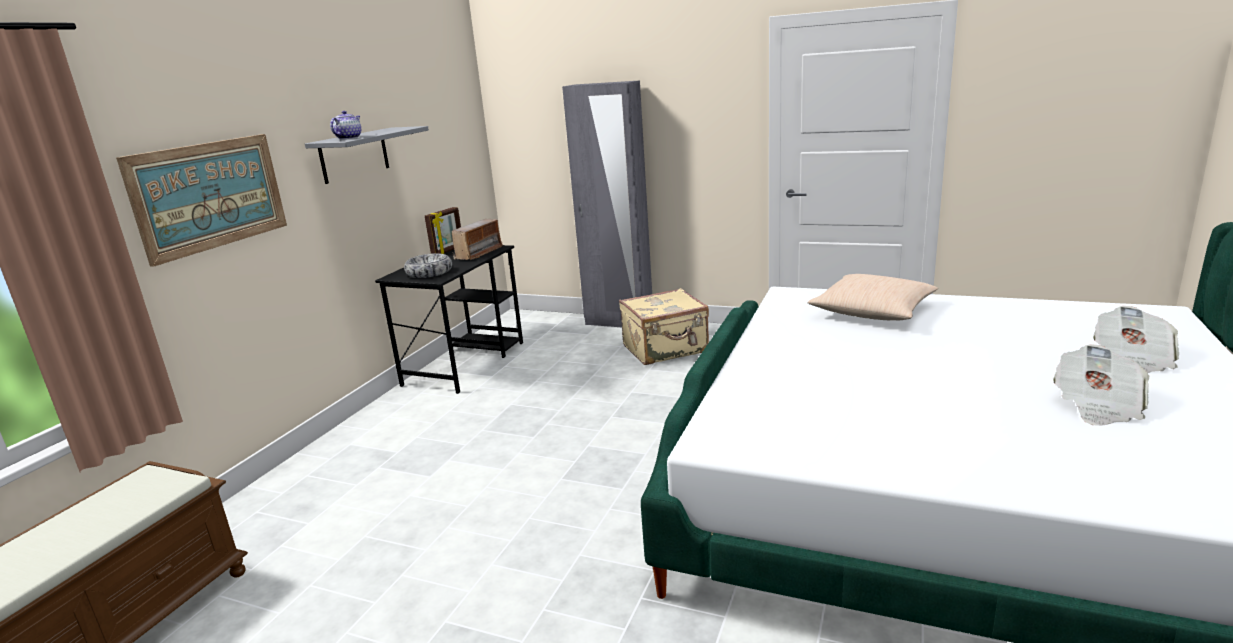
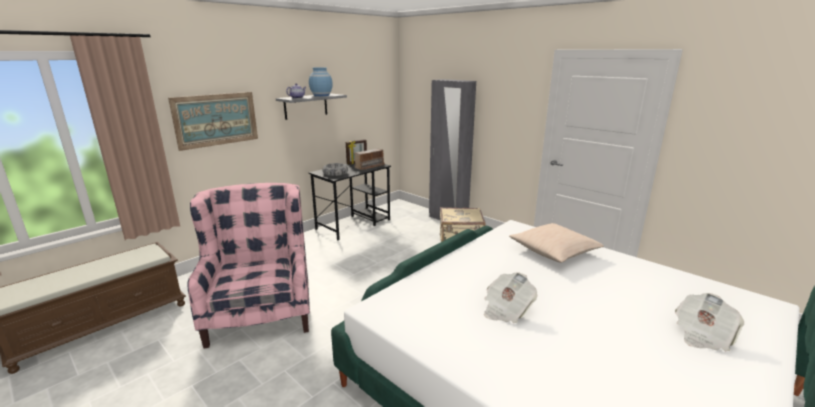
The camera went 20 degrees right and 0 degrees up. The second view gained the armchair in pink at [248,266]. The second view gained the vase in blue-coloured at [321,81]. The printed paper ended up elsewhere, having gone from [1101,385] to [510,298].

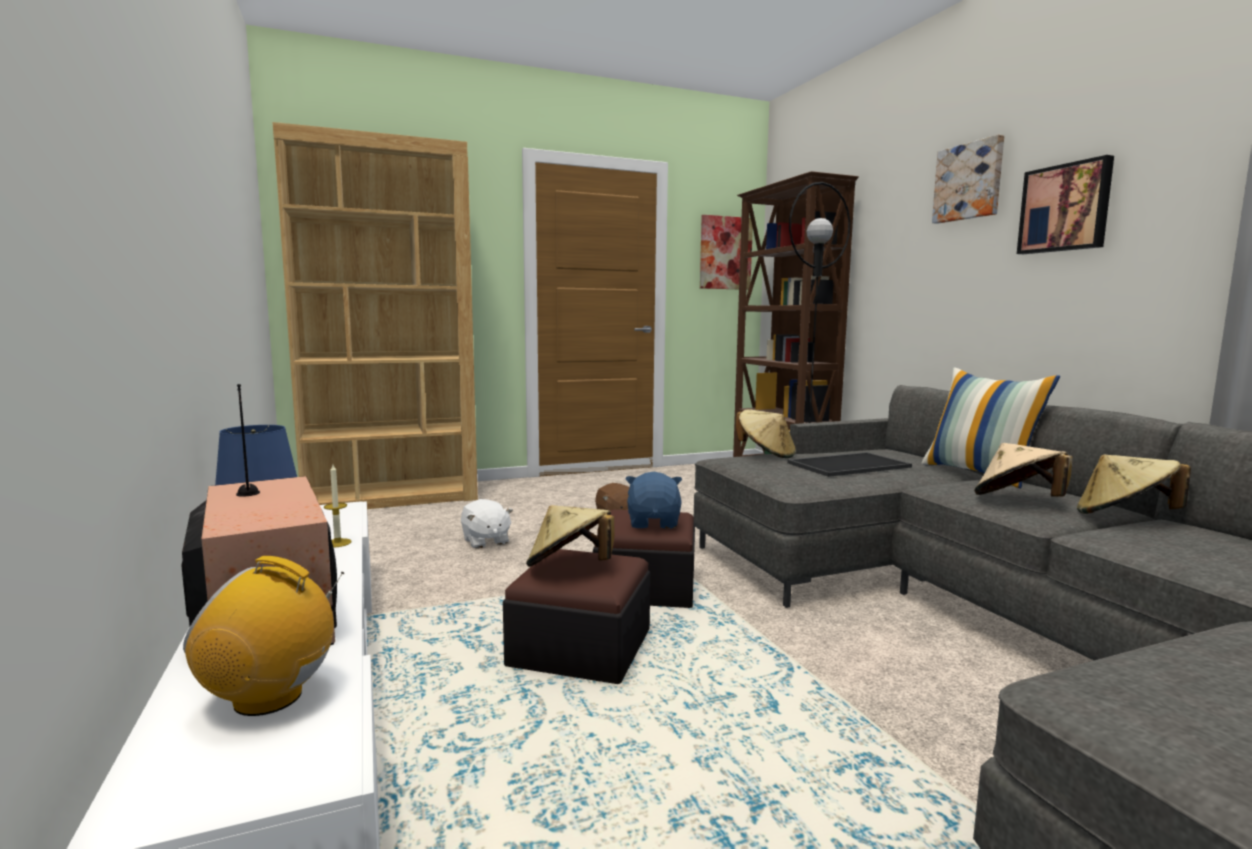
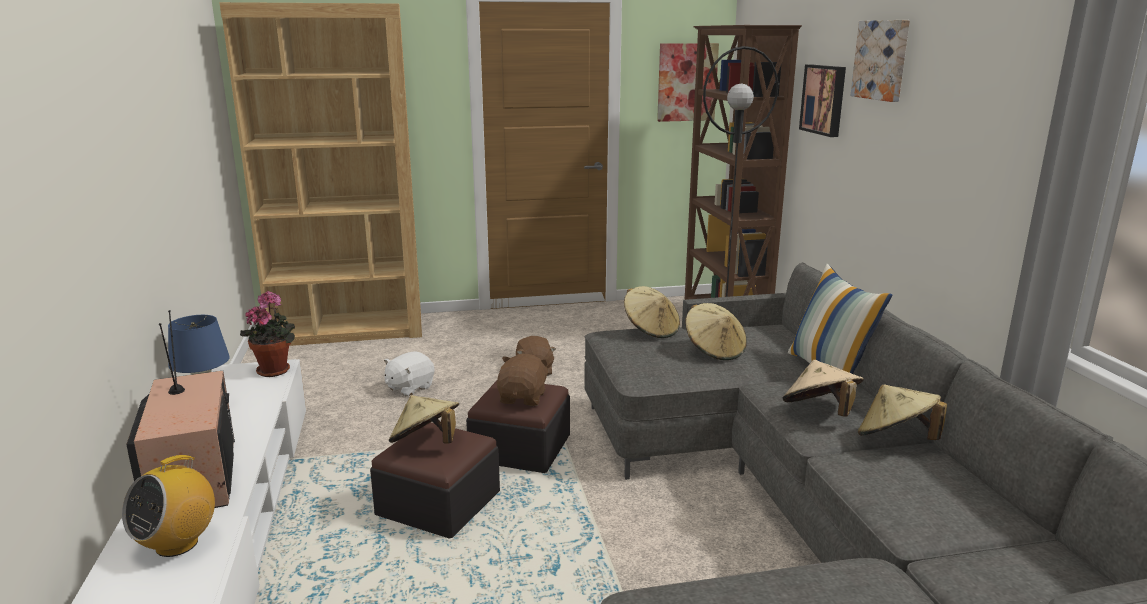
The camera went 10 degrees right and 10 degrees up. The second view lost the wax light at [337,506]. The second view gained the potted plant at [267,334]. The wall picture ended up elsewhere, having gone from [1065,204] to [822,101]. Where the serving tray stood at [849,464], the wearable hat in beige-coloured came to stand at [716,331]. What was the soft toy in blue-coloured at [653,500] turned into the soft toy in brown-coloured at [523,380]. The radio at [263,636] ended up facing another way, 75 degrees counterclockwise from before. The soft toy in whitish at [487,524] ended up facing another way, 60 degrees clockwise from before.

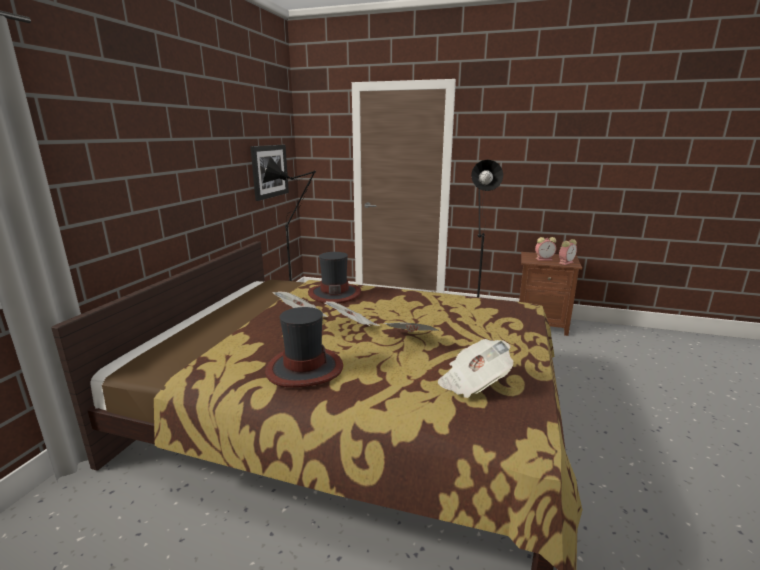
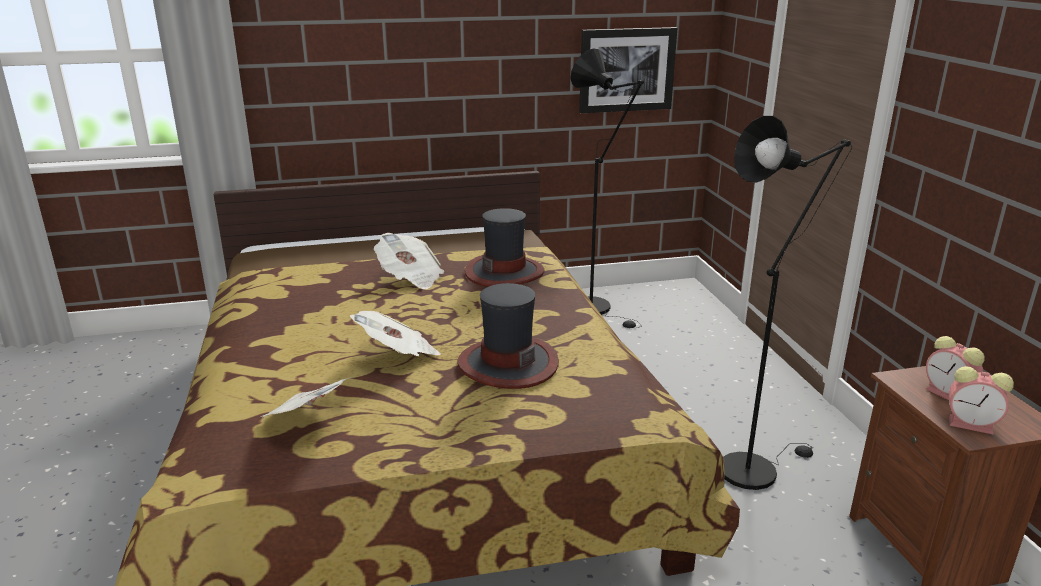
The camera went 60 degrees right and 5 degrees up. The second view lost the printed paper at [352,313]. The wearable hat ended up elsewhere, having gone from [304,347] to [508,336].

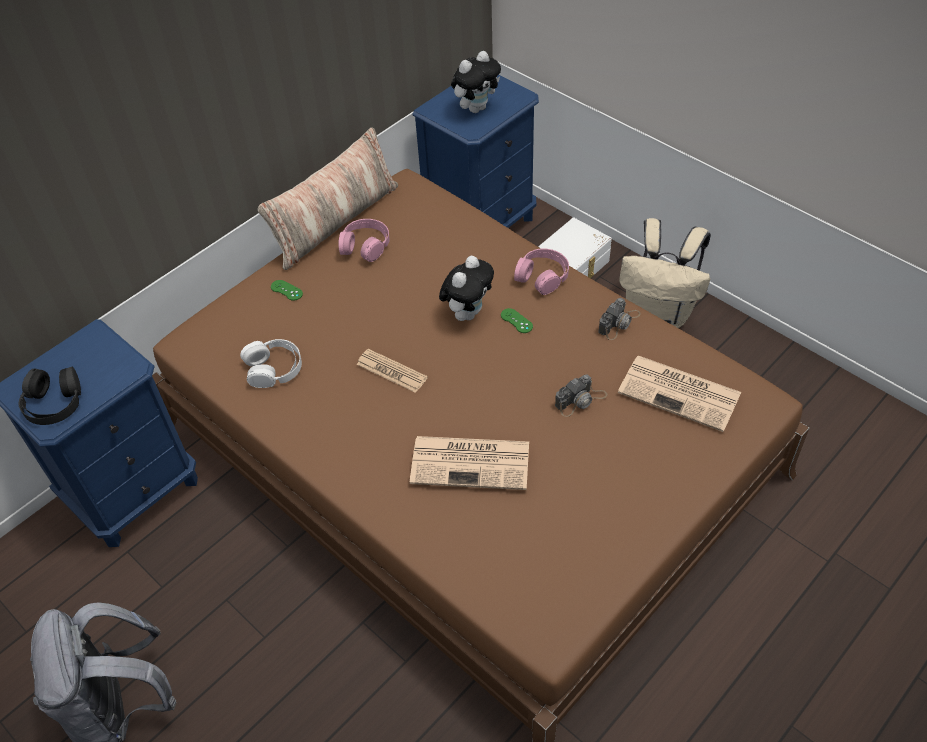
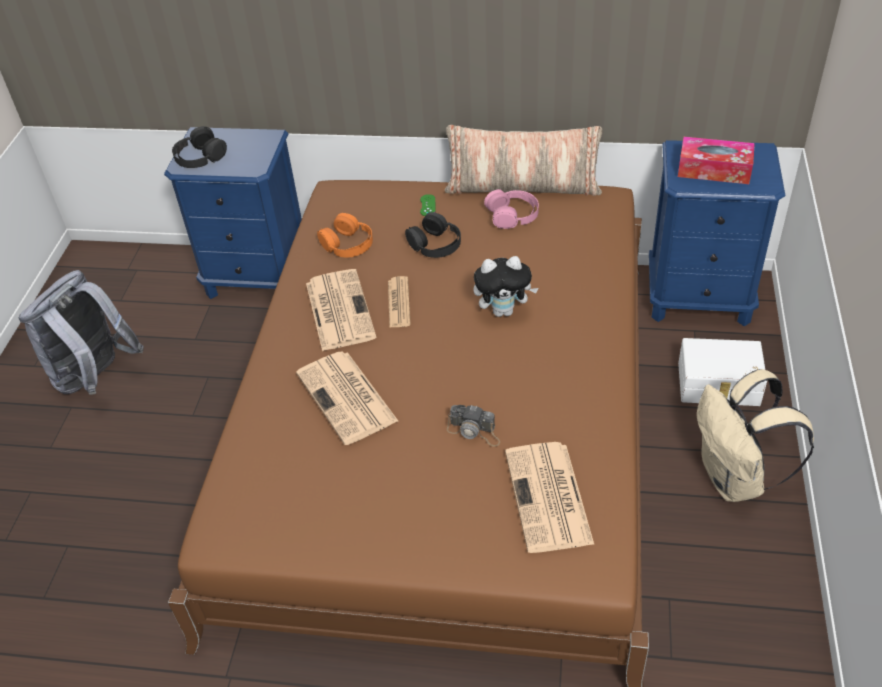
The camera went 55 degrees right and 5 degrees down. The second view lost the game controller in green-coloured at [517,320]. The second view lost the headphones in pink at [541,271]. The second view lost the photo camera at [619,319]. The second view gained the printed paper at [341,310]. The second view gained the headphones in black-coloured at [433,235]. Where the soft toy stood at [476,82], the tissue box came to stand at [716,160]. What was the headphones in whitish at [271,363] turned into the headphones in orange at [345,235].

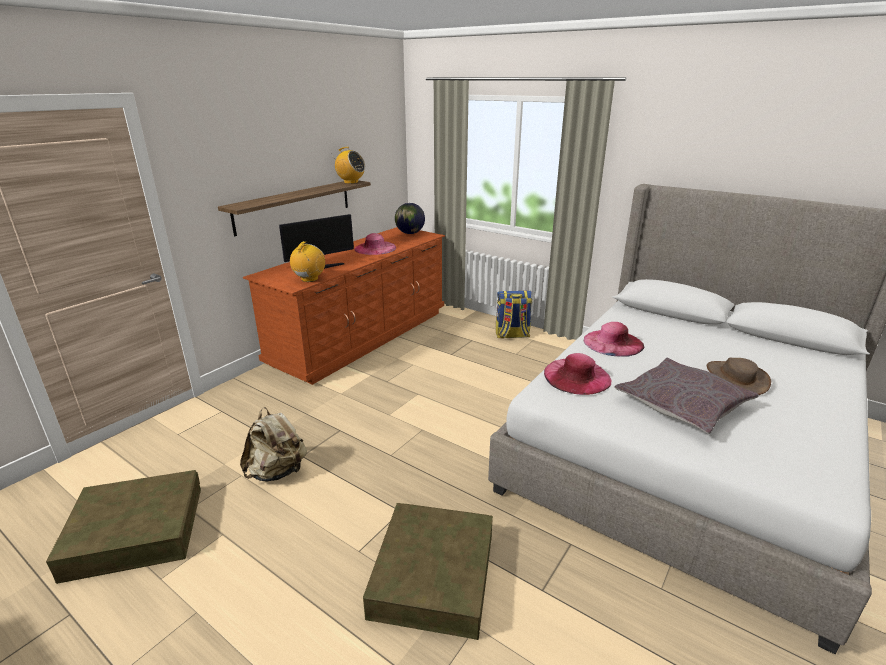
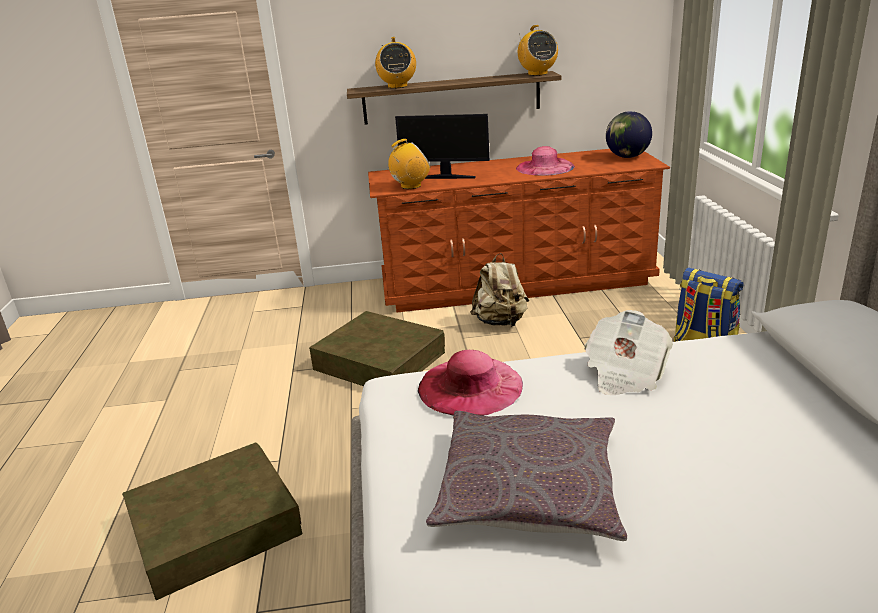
The camera went 50 degrees right and 0 degrees up. The second view lost the wearable hat in brown-coloured at [739,376]. The second view gained the radio at [395,62]. The storage container in brown-coloured ended up elsewhere, having gone from [123,527] to [377,348]. The knapsack in beige-coloured ended up elsewhere, having gone from [273,444] to [499,290]. Where the wearable hat in pink stood at [614,339], the printed paper came to stand at [628,352].

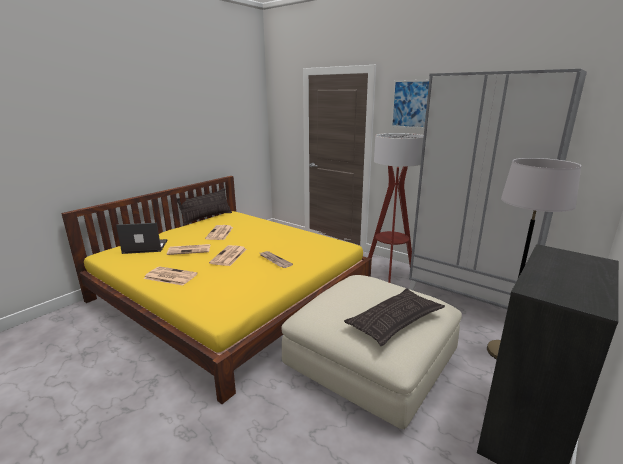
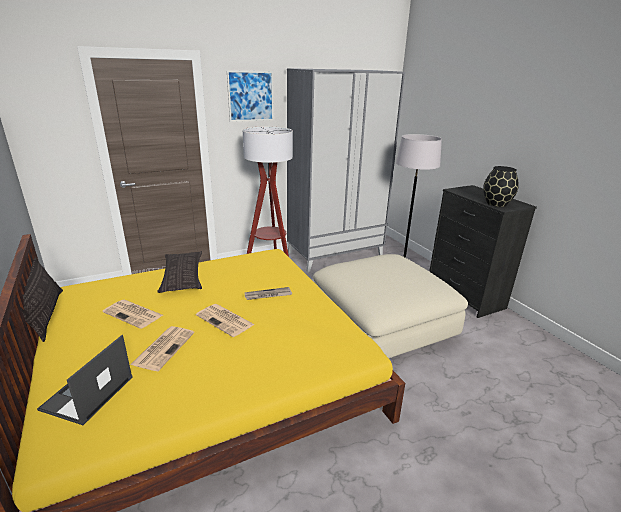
The camera went 65 degrees left and 5 degrees up. The second view lost the printed paper at [171,276]. The second view gained the vase in black-coloured at [501,186]. The pillow ended up elsewhere, having gone from [394,317] to [179,272].

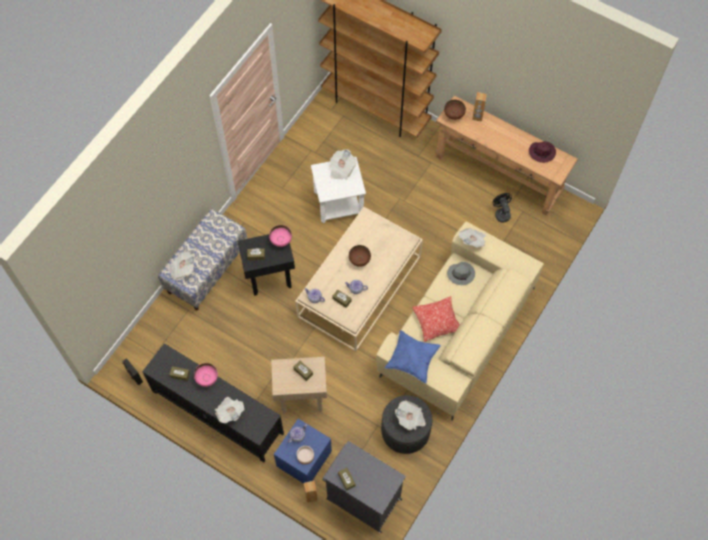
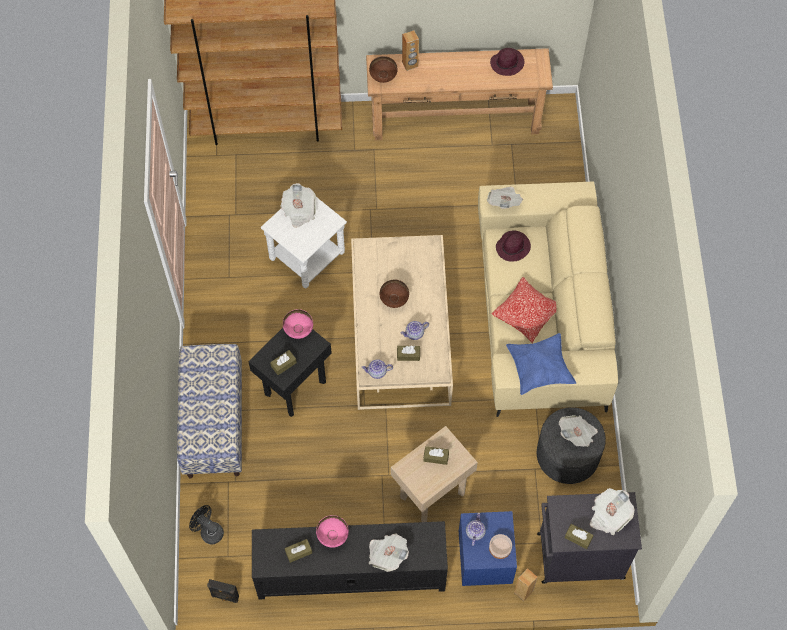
The camera went 35 degrees left and 0 degrees up. The printed paper ended up elsewhere, having gone from [181,265] to [612,511]. The fan in black-coloured ended up elsewhere, having gone from [502,208] to [206,524]. What was the wearable hat in greyish at [461,273] turned into the wearable hat in purplish at [513,246].

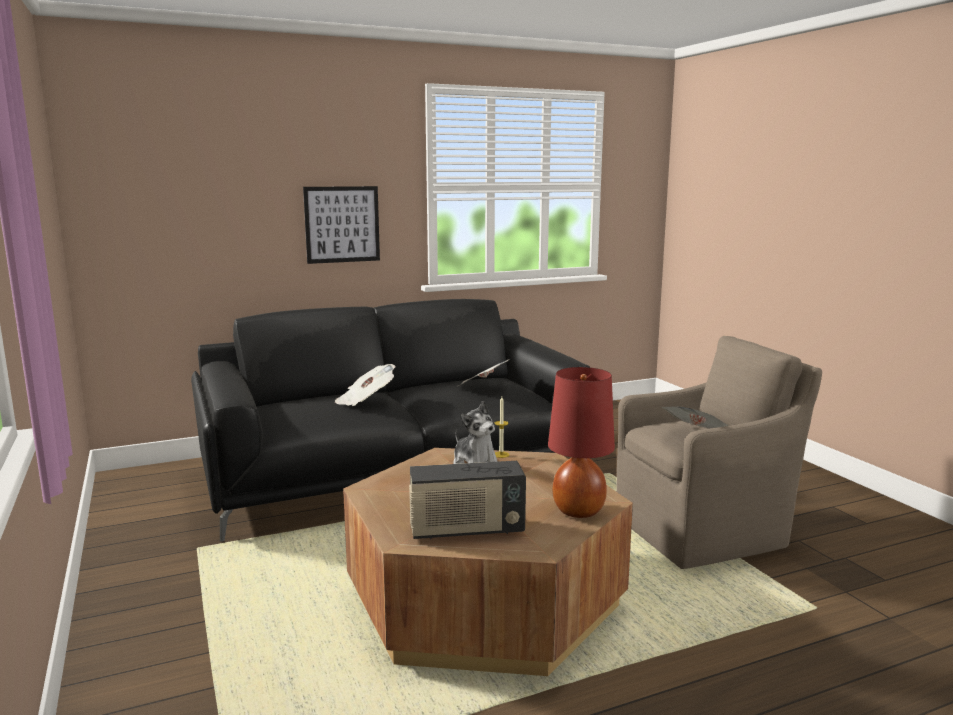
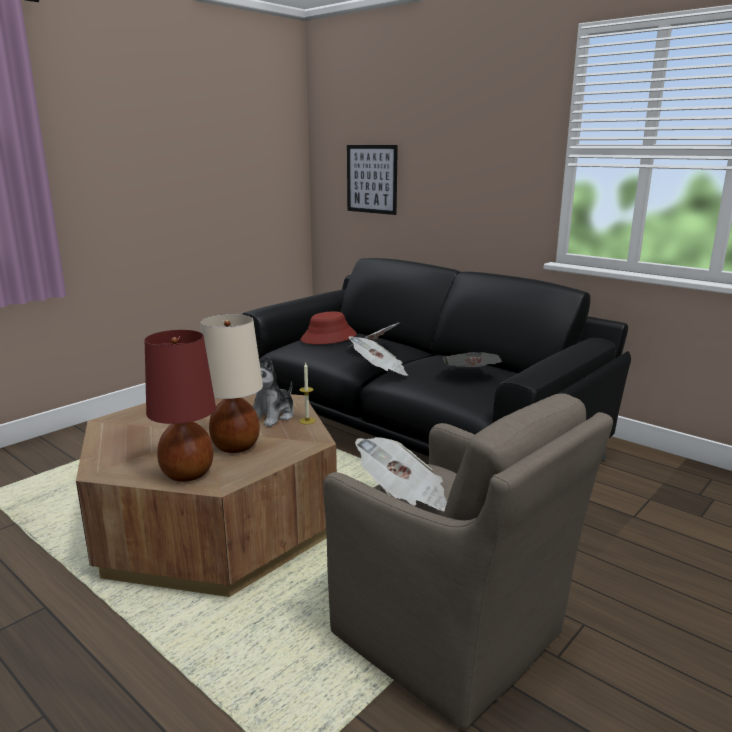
The camera went 65 degrees right and 5 degrees up. The second view lost the radio at [467,500]. The second view gained the lamp for a table in beige-coloured at [231,383]. The second view gained the wearable hat in red at [328,328]. The second view gained the printed paper at [378,356]. The wall picture ended up elsewhere, having gone from [341,225] to [372,180].

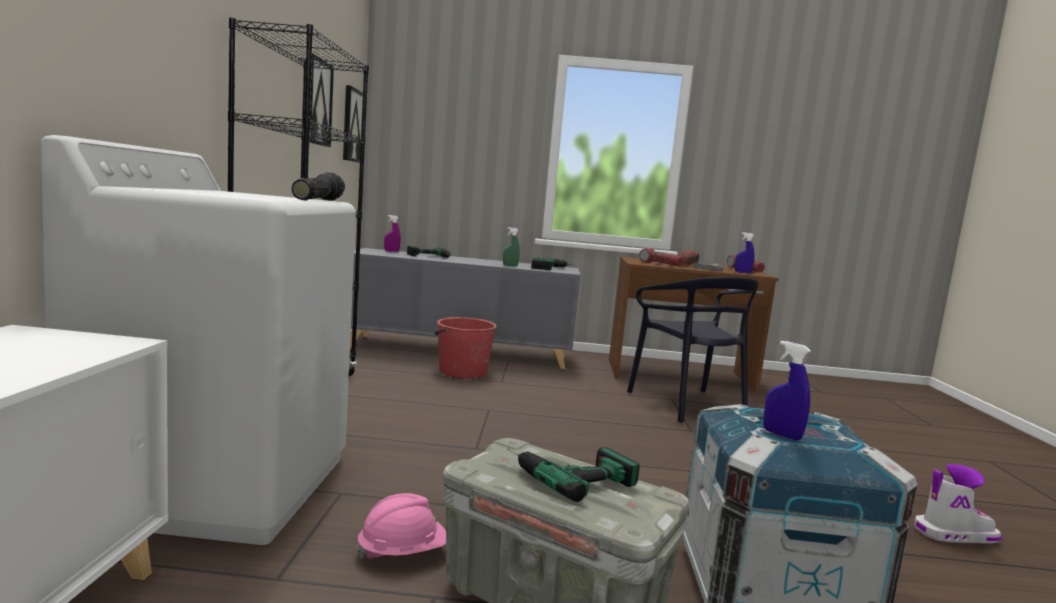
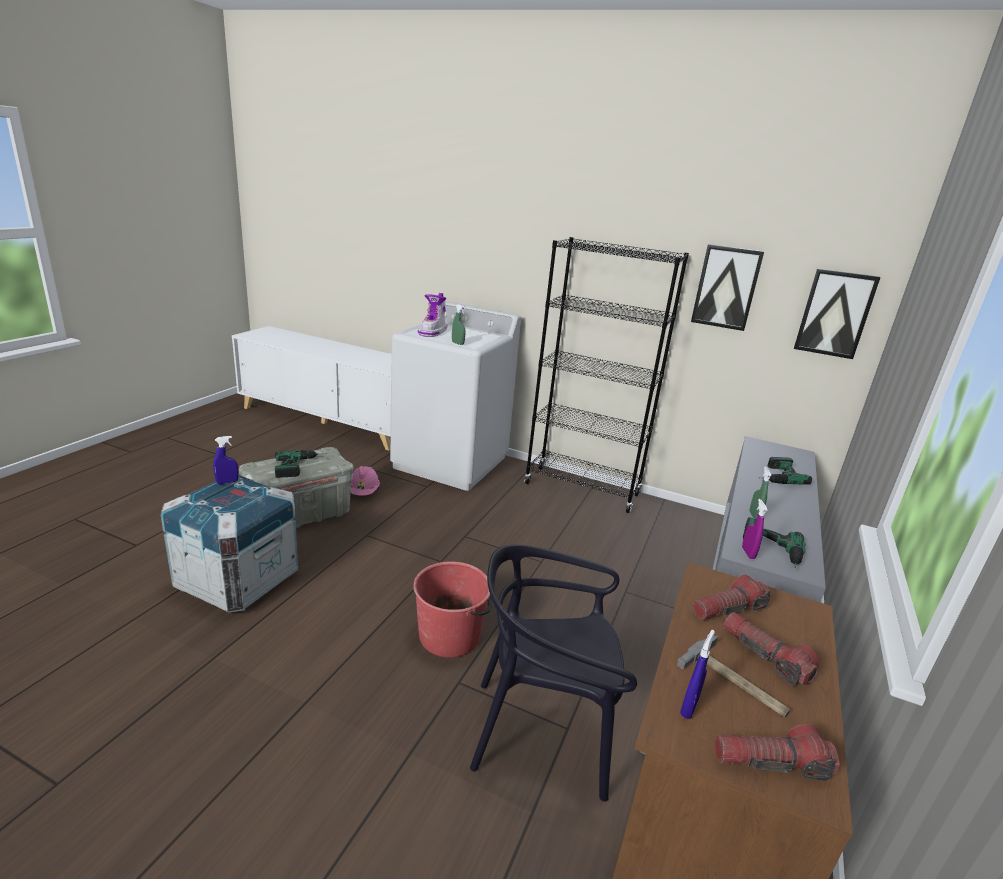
The camera went 110 degrees right and 15 degrees up. The sprayer in purplish ended up elsewhere, having gone from [392,233] to [755,529]. The bucket in red ended up elsewhere, having gone from [466,347] to [452,609]. The high-top boot ended up elsewhere, having gone from [958,504] to [432,315]. Where the hand torch stood at [318,186], the sprayer in green-coloured came to stand at [459,324].

